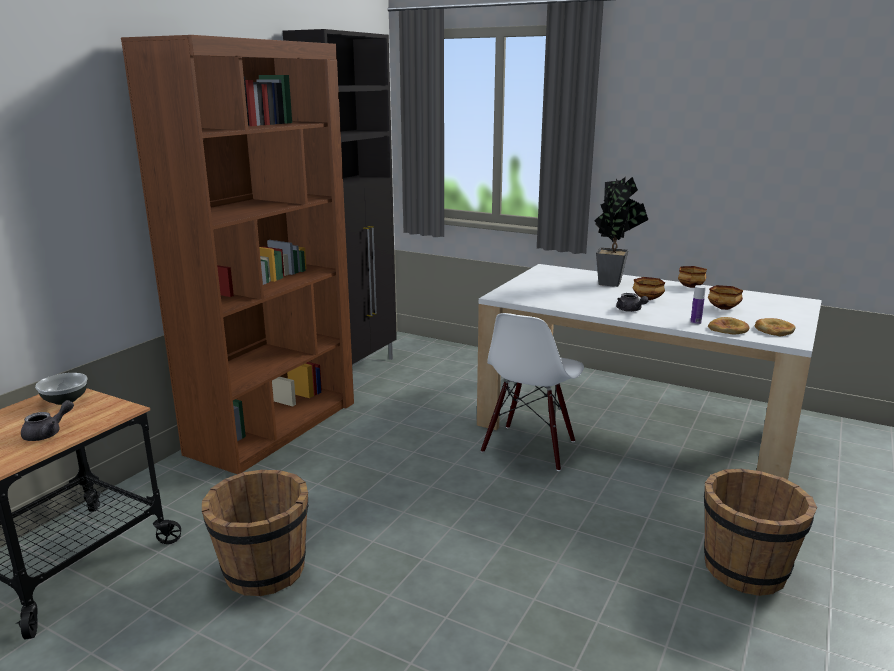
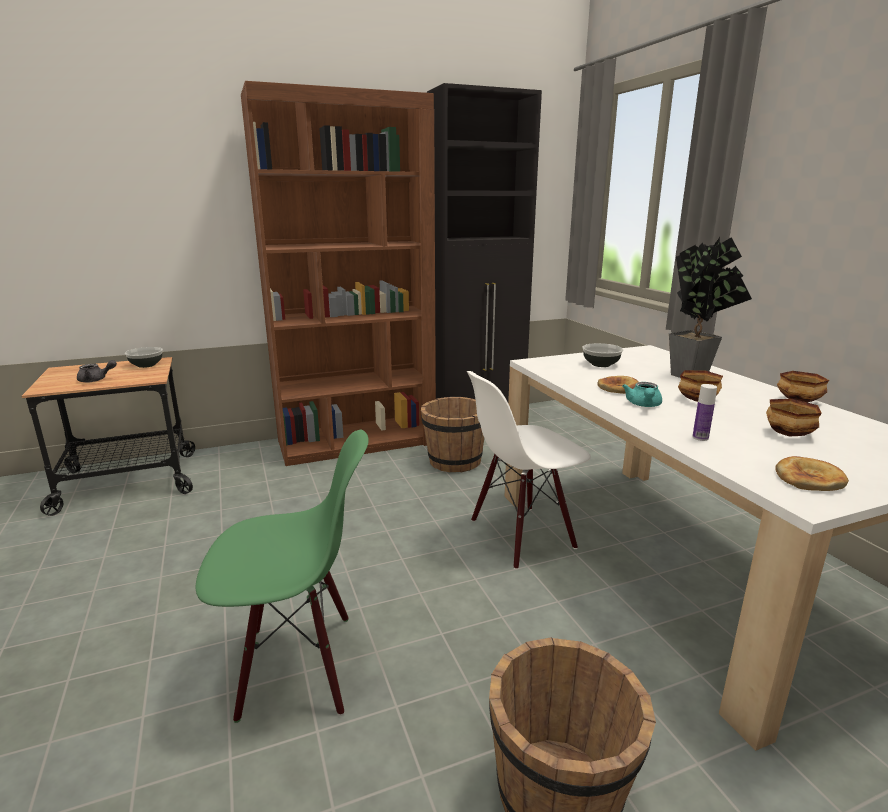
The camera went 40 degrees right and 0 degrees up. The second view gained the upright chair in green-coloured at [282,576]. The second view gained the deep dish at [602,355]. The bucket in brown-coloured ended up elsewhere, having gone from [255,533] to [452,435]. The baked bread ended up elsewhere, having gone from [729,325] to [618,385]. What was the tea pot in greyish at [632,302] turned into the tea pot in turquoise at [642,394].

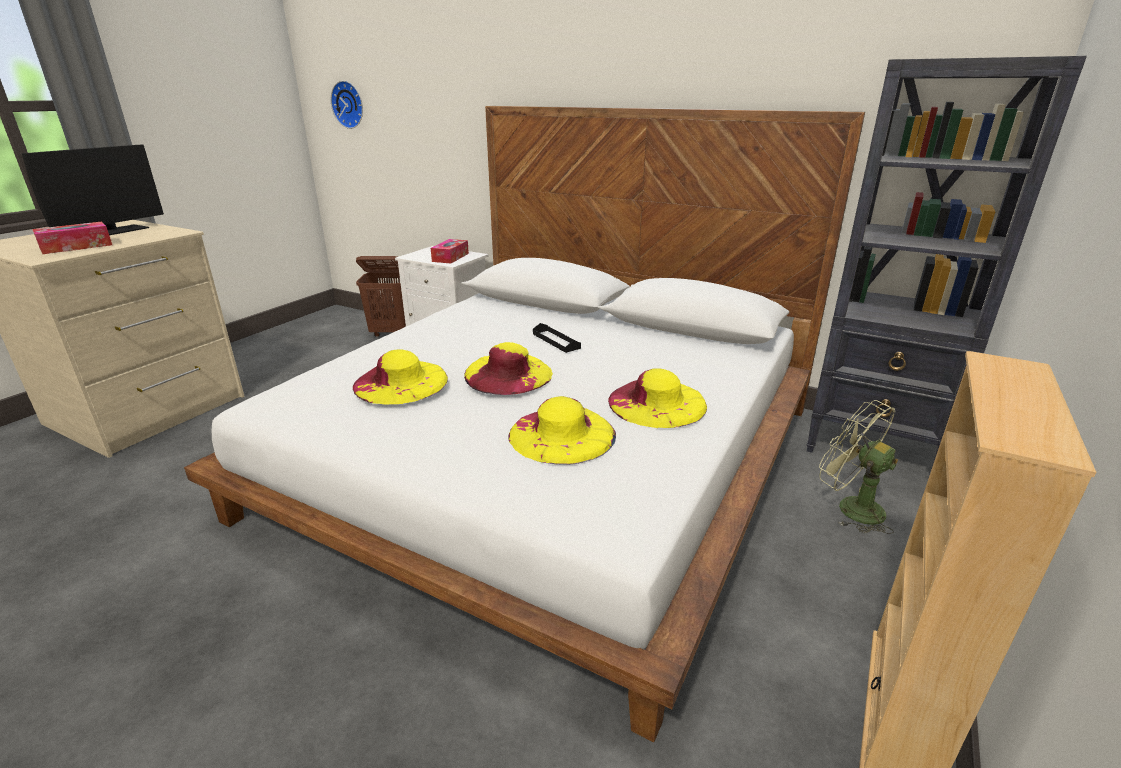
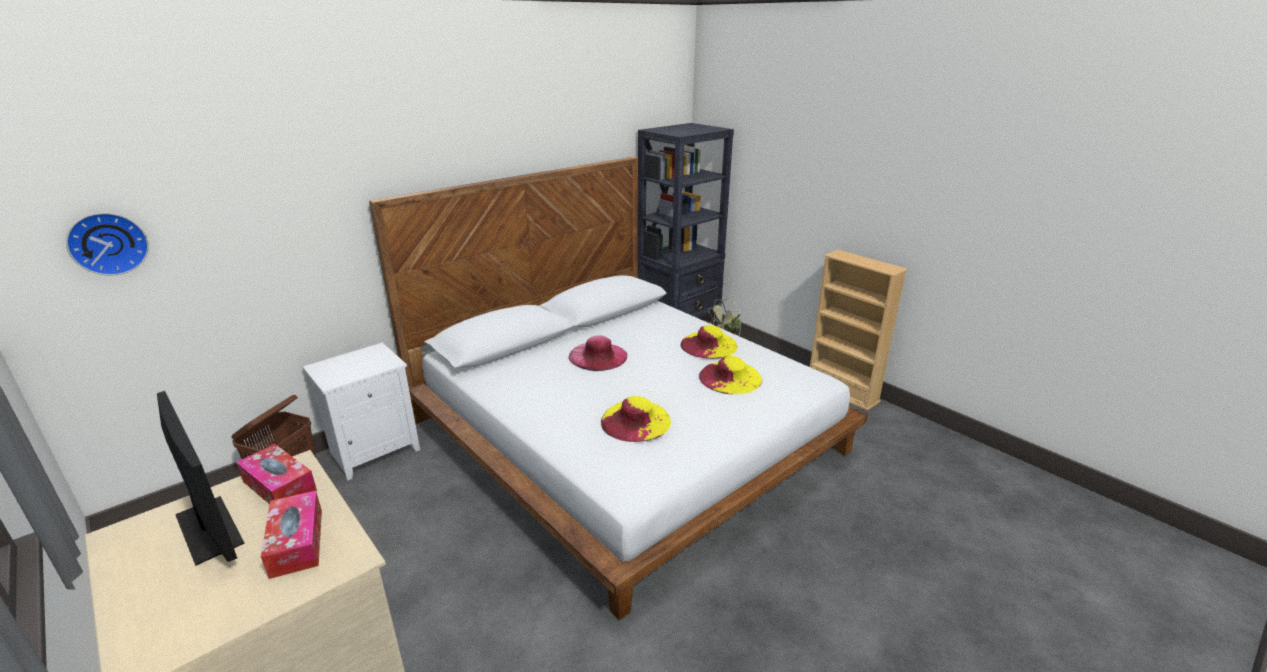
The camera went 70 degrees left and 0 degrees up. The second view lost the wearable hat in yellow-coloured at [508,368]. The tissue box ended up elsewhere, having gone from [450,251] to [276,474]. Where the serving tray in black-coloured stood at [557,338], the wearable hat in pink came to stand at [598,353].

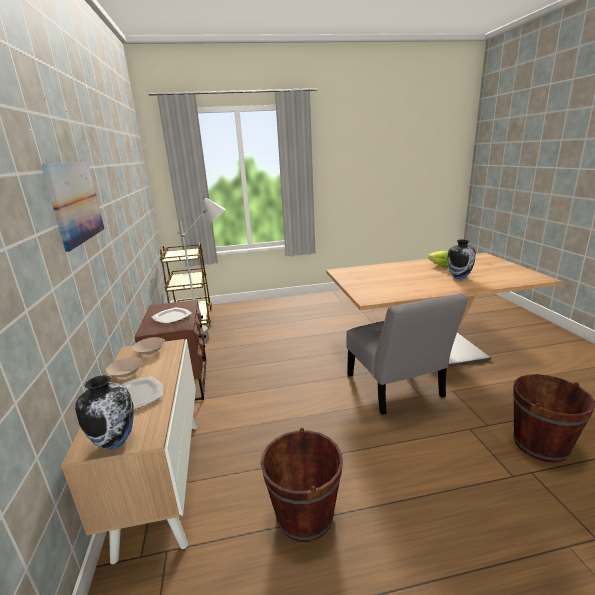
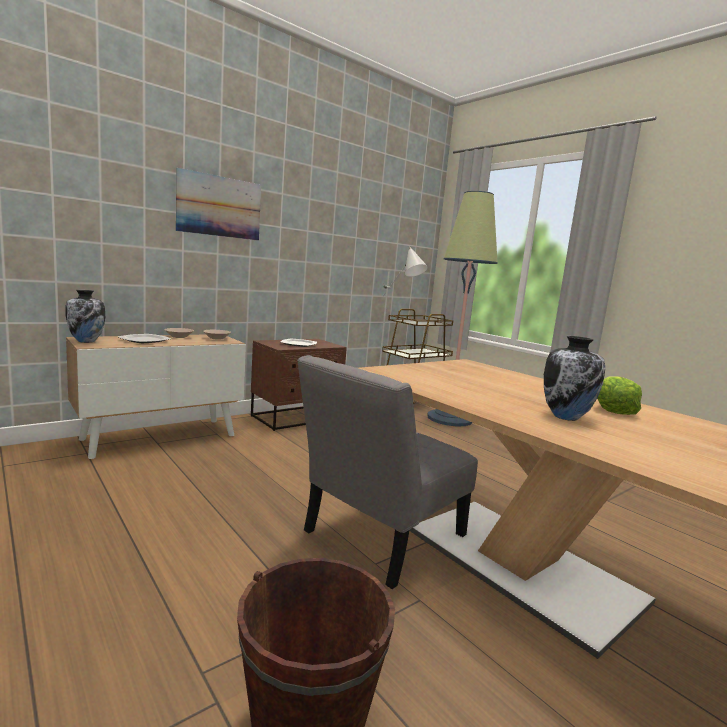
The camera went 60 degrees right and 10 degrees down. The second view lost the bucket in brown-coloured at [301,485]. The second view gained the standard lamp at [462,308].

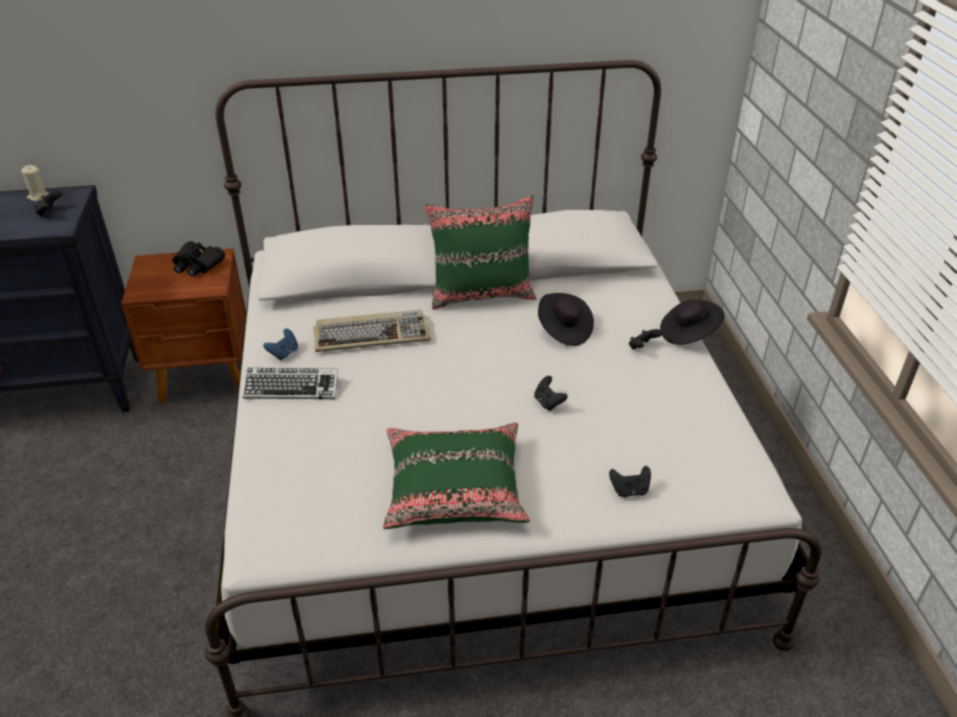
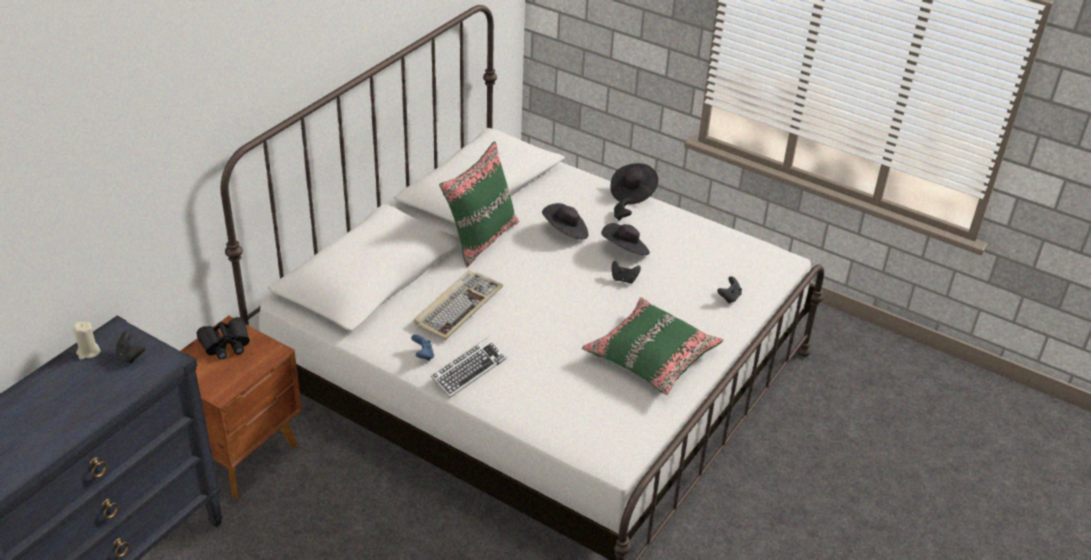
The camera went 50 degrees left and 0 degrees up. The second view gained the wearable hat in black-coloured at [625,239].

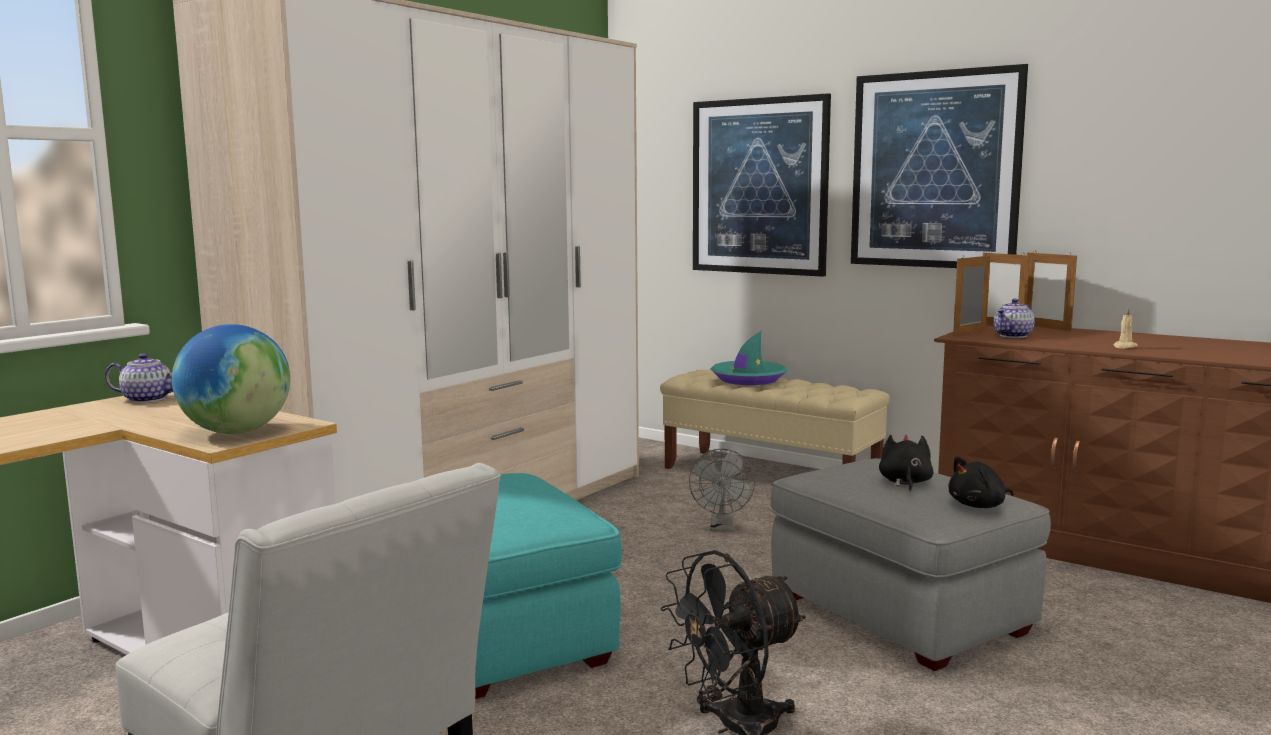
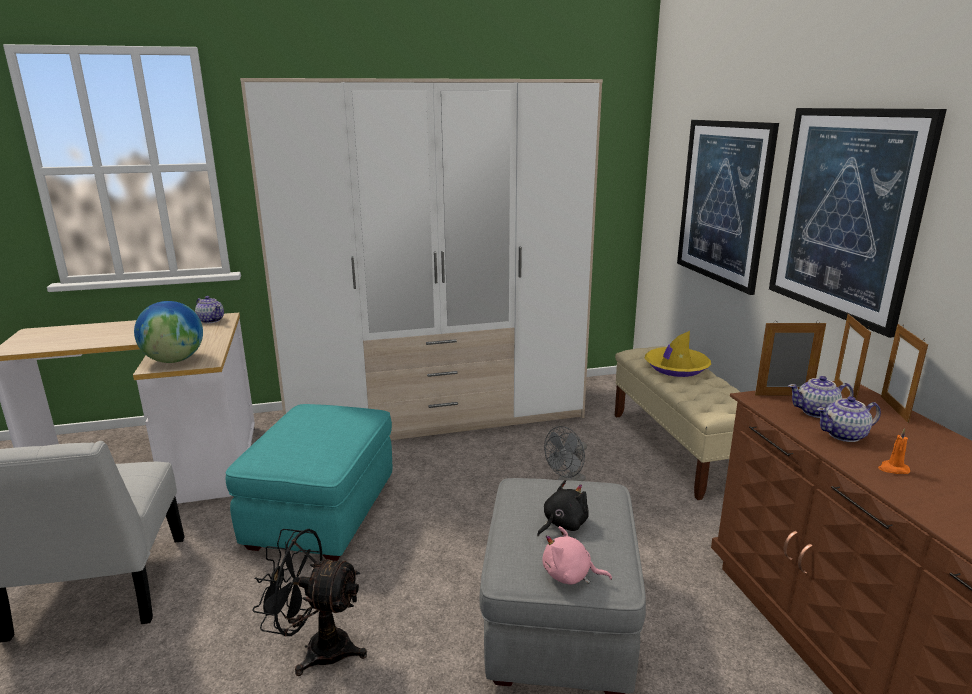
The camera went 40 degrees right and 10 degrees up. The second view gained the tea pot at [849,419]. What was the wearable hat in turquoise at [749,358] turned into the wearable hat in yellow-coloured at [678,354]. What was the soft toy in black-coloured at [981,482] turned into the soft toy in pink at [577,555]. What was the wax light in beige-coloured at [1126,328] turned into the wax light in orange at [894,451].

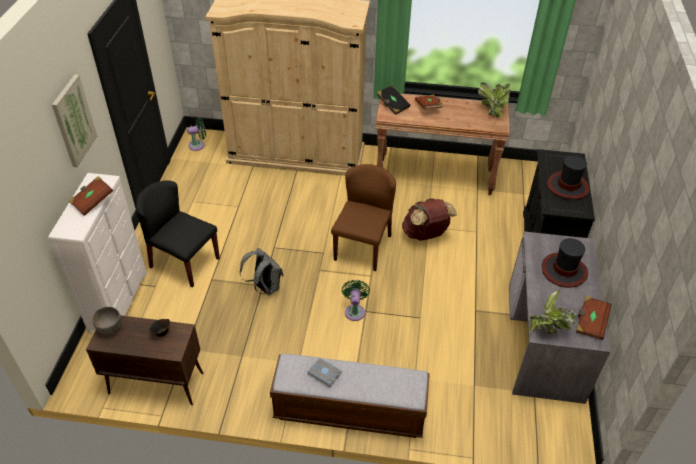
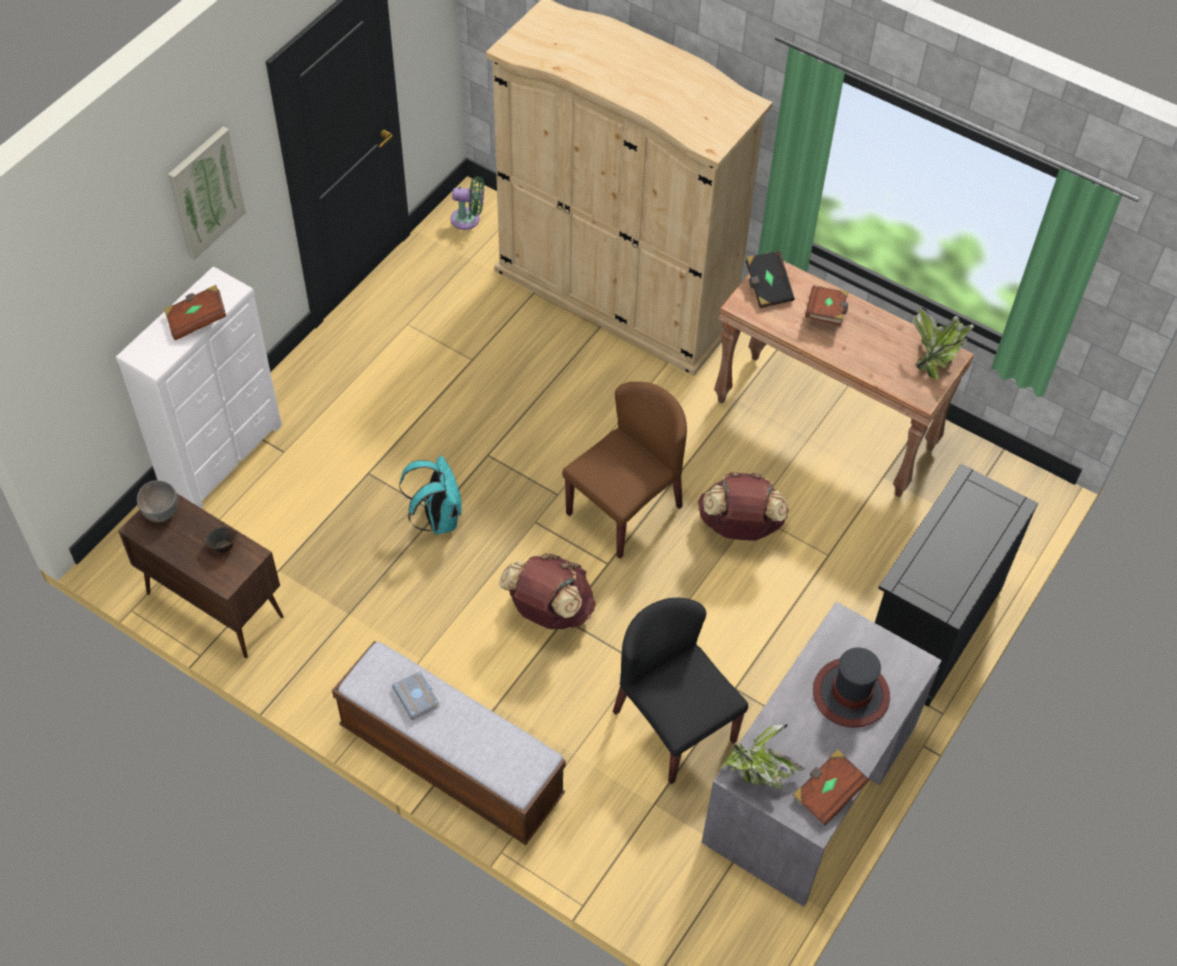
The camera went 25 degrees right and 10 degrees up. The second view lost the wearable hat at [568,177]. The upright chair in black-coloured ended up elsewhere, having gone from [178,234] to [680,691]. Where the fan in green-coloured stood at [356,300], the knapsack in brown-coloured came to stand at [547,591]. What was the knapsack in greyish at [261,271] turned into the knapsack in turquoise at [430,495].

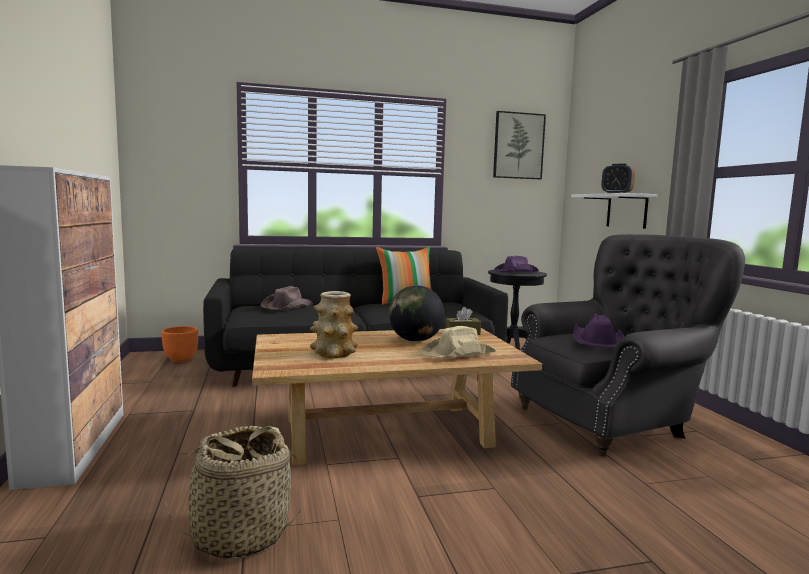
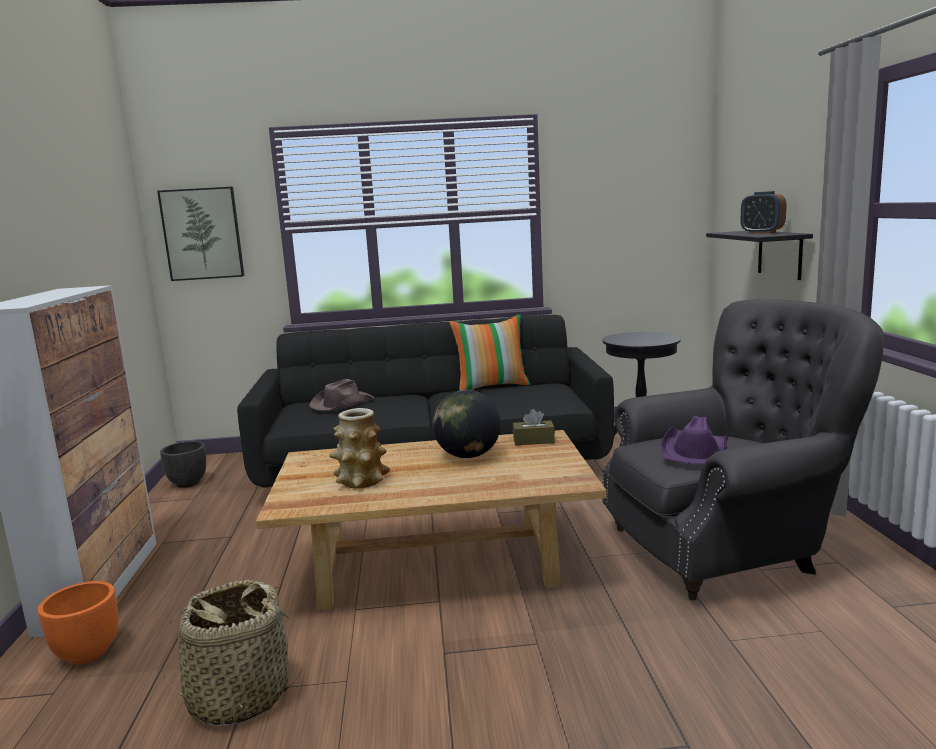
The camera went 10 degrees right and 5 degrees up. The second view lost the wearable hat in beige-coloured at [458,342]. The second view lost the wearable hat in purplish at [516,264]. The second view gained the plant pot in black-coloured at [183,464]. The plant pot in orange ended up elsewhere, having gone from [180,344] to [78,623]. The wall picture ended up elsewhere, having gone from [519,145] to [200,234]. What was the shelf in whitish at [614,211] turned into the shelf in black-coloured at [759,255].

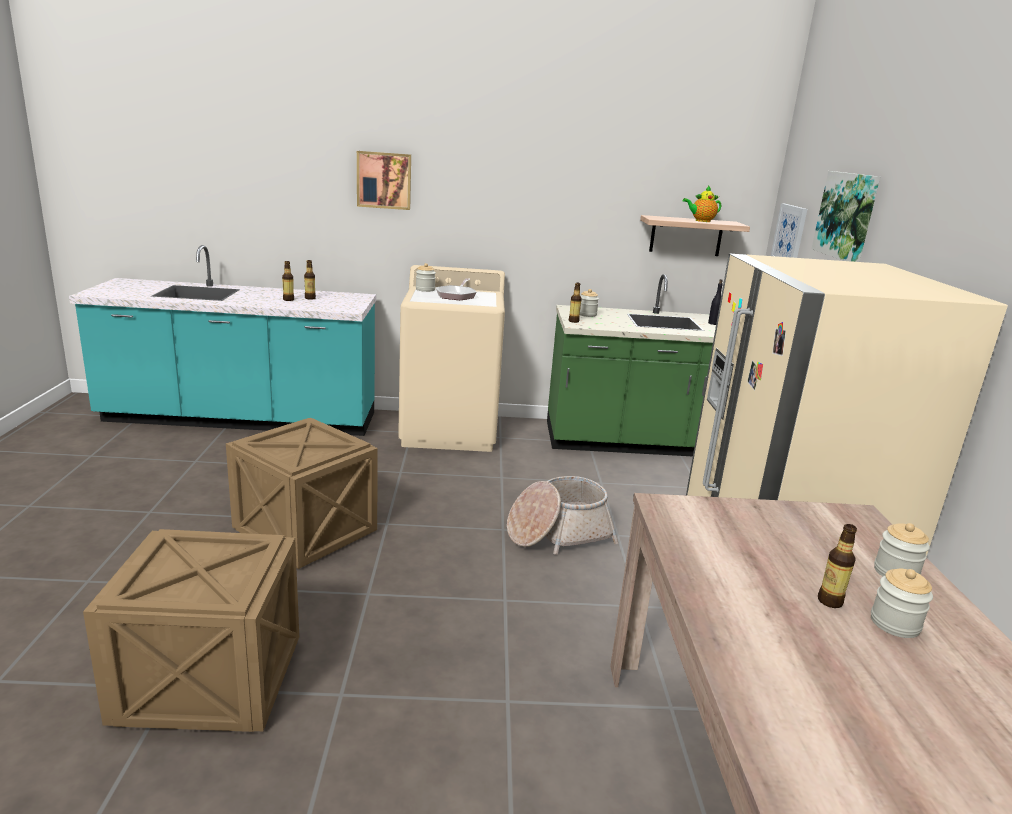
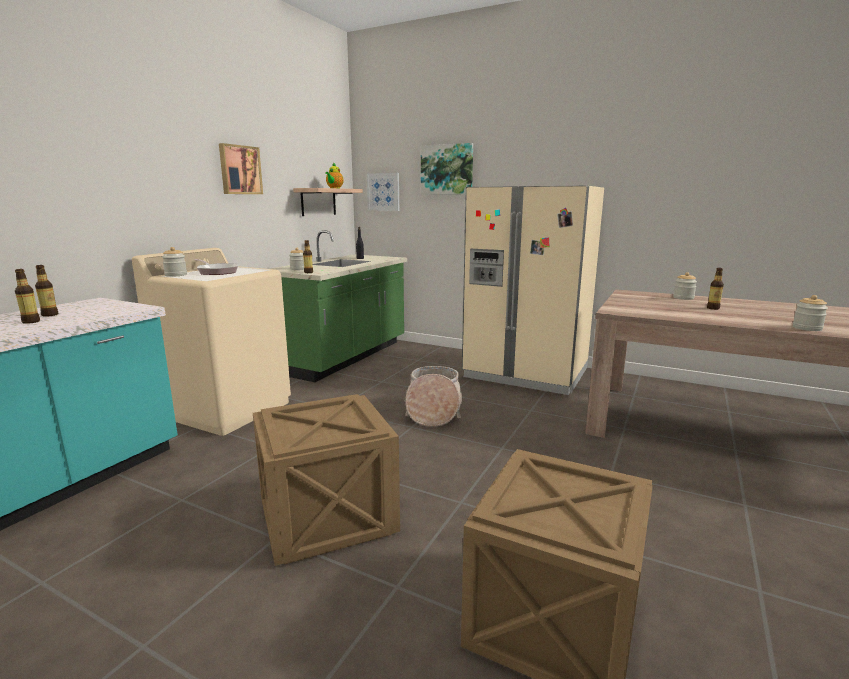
The camera went 60 degrees left and 5 degrees down. The wall picture ended up elsewhere, having gone from [384,180] to [241,168]. The storage jar ended up elsewhere, having gone from [902,603] to [810,313].

